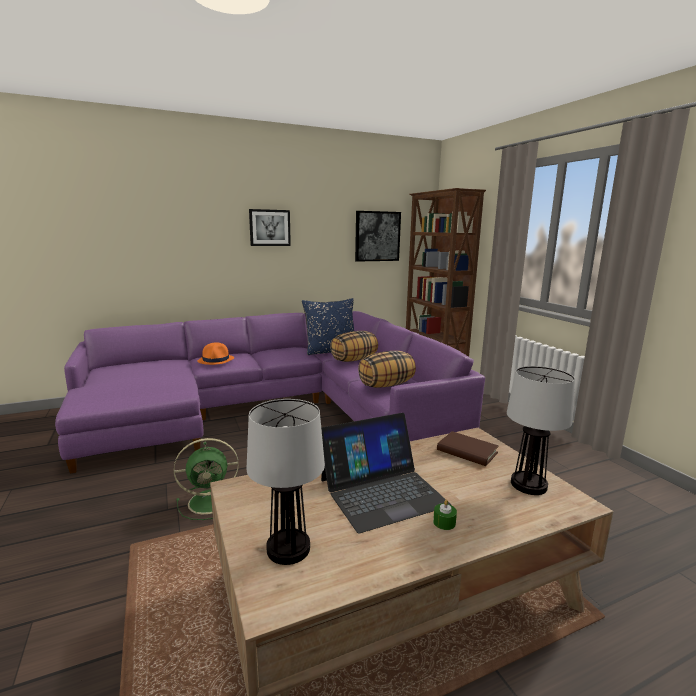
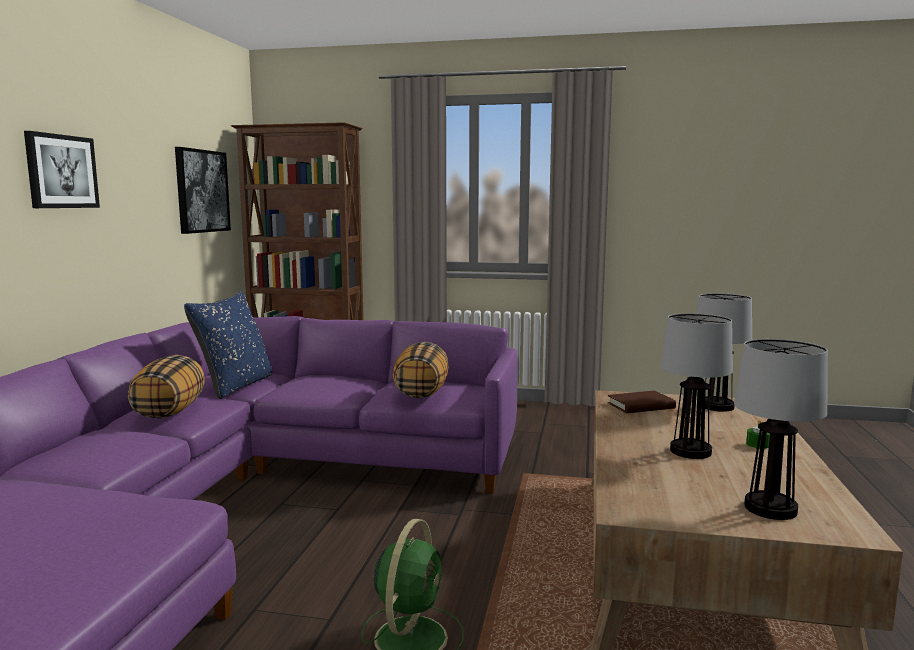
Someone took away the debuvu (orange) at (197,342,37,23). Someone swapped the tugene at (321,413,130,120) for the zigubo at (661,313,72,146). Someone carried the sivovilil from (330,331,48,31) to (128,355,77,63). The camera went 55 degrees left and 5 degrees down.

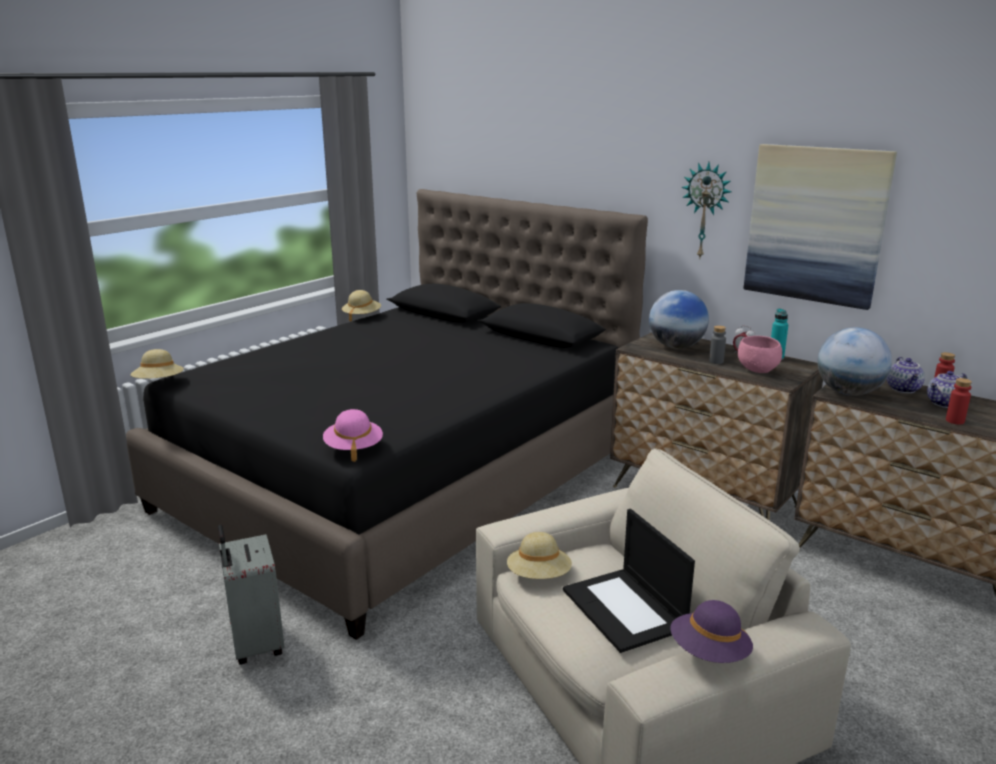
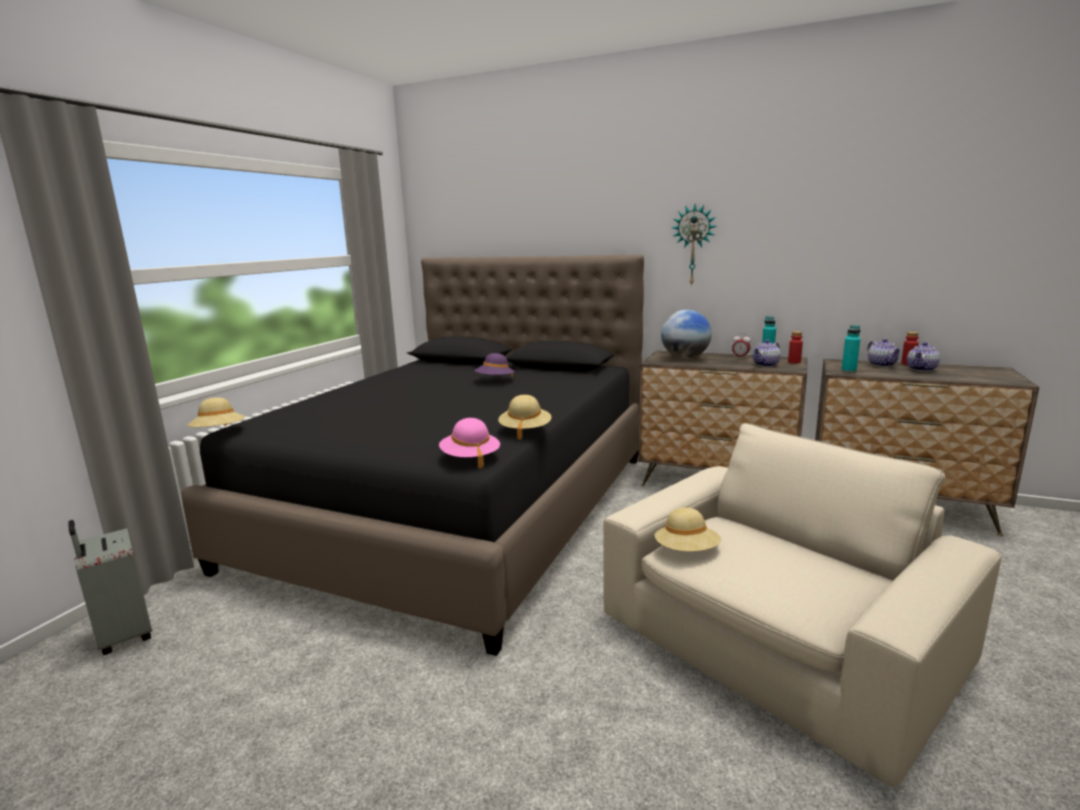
Someone carried the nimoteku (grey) from (218,525,66,140) to (69,520,83,135). Someone carried the debuvu (beige) from (342,290,39,32) to (498,395,53,45). Someone took away the tugene at (563,509,132,144). Someone carried the debuvu (purple) from (670,600,83,63) to (474,353,41,25). Someone took away the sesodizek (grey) at (709,325,17,39). Someone swapped the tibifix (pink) at (738,336,44,37) for the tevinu at (753,340,28,27). Someone took away the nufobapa at (744,144,153,166). Someone swapped the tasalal at (818,327,74,69) for the sesodizek (turquoise) at (842,325,18,47). Someone carried the sesodizek (red) from (946,378,26,47) to (788,331,15,33). The camera went 15 degrees left and 5 degrees down.

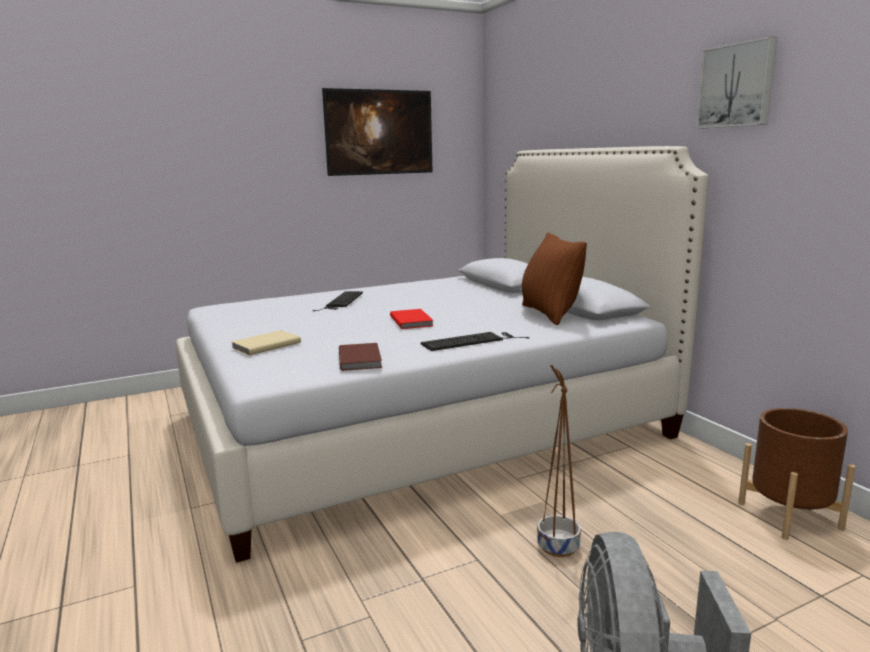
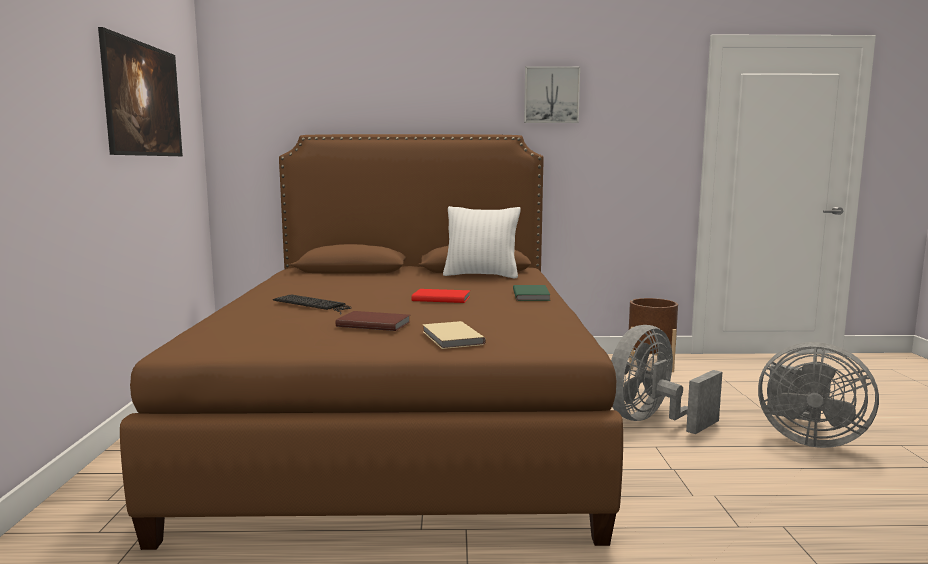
Someone repainted the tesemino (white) at (176,146,533,417), which became the tesemino (brown) at (120,134,503,416). Someone carried the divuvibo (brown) from (339,343,43,28) to (336,311,75,20). Someone swapped the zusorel at (421,332,109,19) for the divuvibo (green) at (513,285,38,16). Someone repainted the sivovilil (brown) at (522,233,65,92), which became the sivovilil (white) at (443,206,78,72). Someone swapped the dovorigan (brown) at (537,365,44,192) for the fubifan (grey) at (611,325,111,109). The camera went 65 degrees left and 5 degrees down.

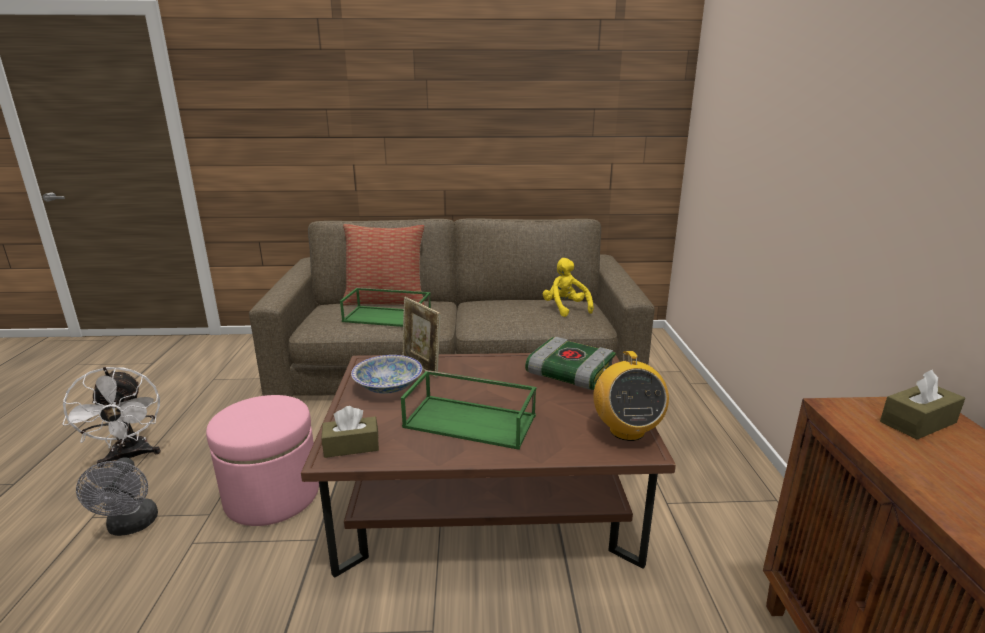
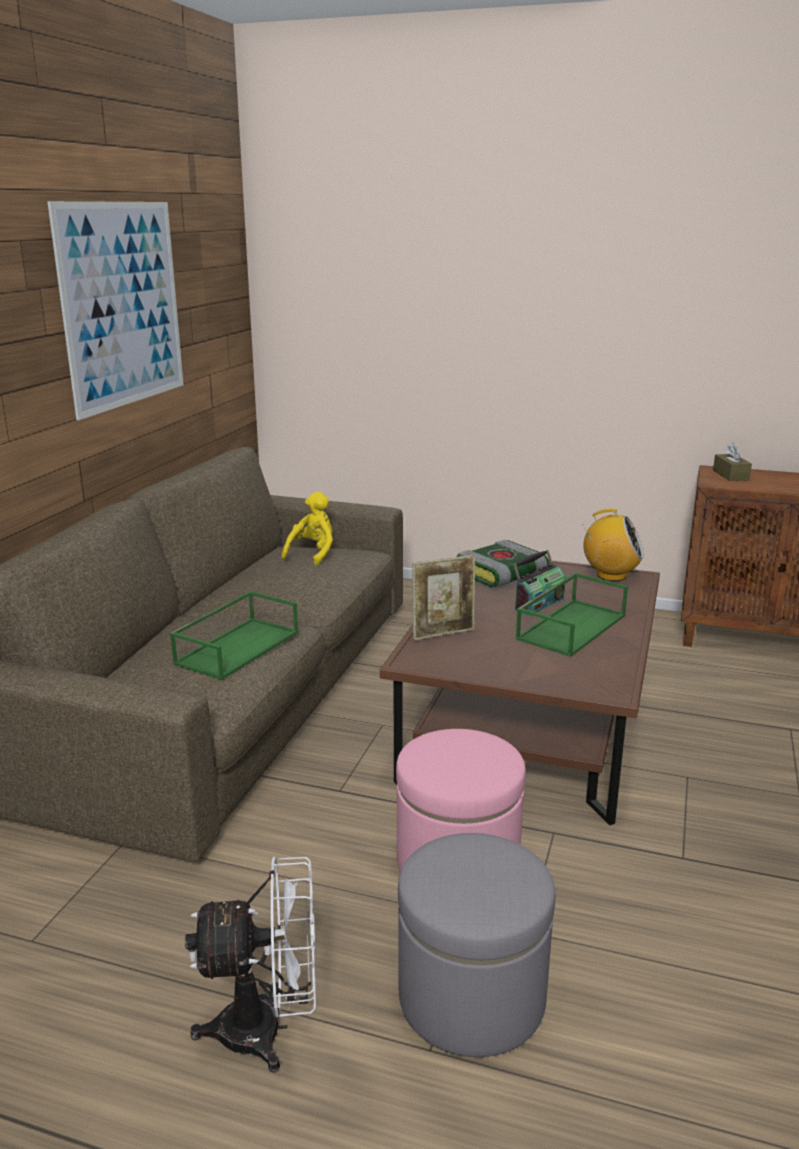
Someone swapped the fubifan (grey) at (76,457,82,79) for the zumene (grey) at (398,833,157,224). Someone took away the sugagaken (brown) at (321,406,58,52). Someone took away the sivovilil at (343,224,82,82). Someone took away the tibifix at (351,355,71,39). Someone rotated the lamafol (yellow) at (543,258,51,59) by 120 degrees clockwise. Someone put up the nufobapa at (47,201,136,219). Someone put down the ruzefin at (513,550,53,66). The camera went 70 degrees left and 0 degrees up.

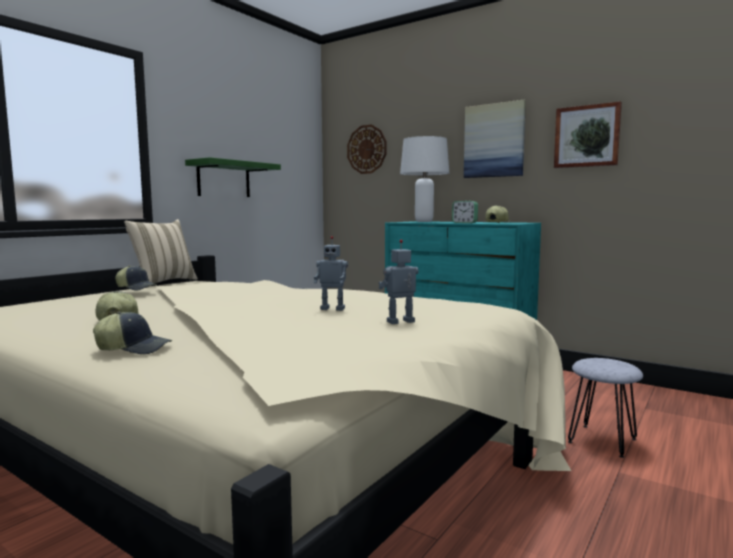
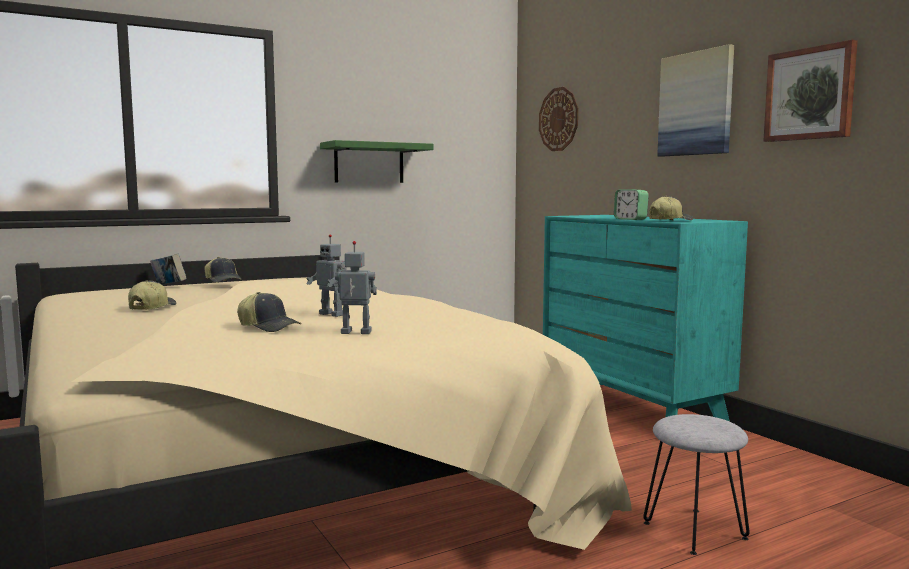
Someone carried the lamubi from (93,312,79,42) to (237,292,64,40). Someone took away the sivovilil (beige) at (124,219,74,69). Someone took away the zigubo (white) at (400,136,49,86). Someone put down the divuvibo at (150,254,37,30). The camera went 25 degrees right and 0 degrees up.

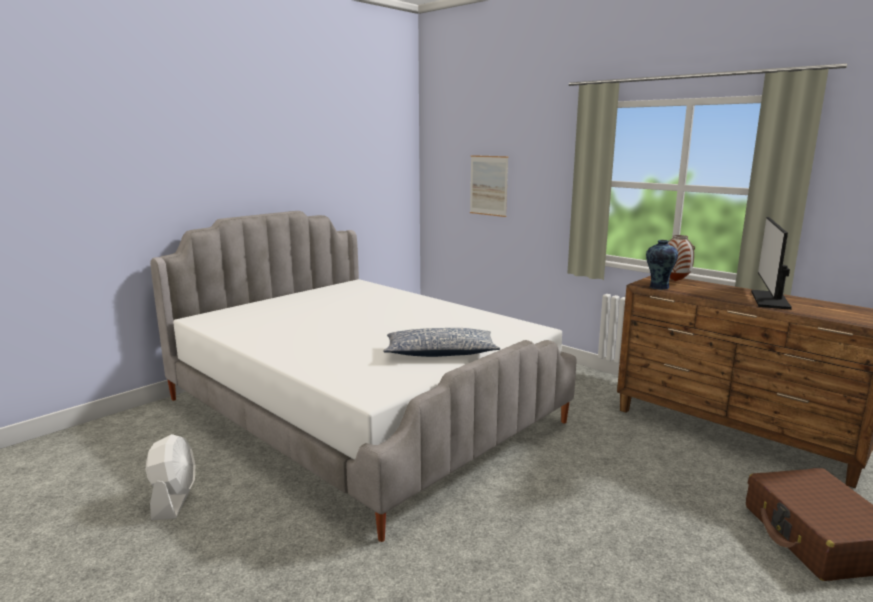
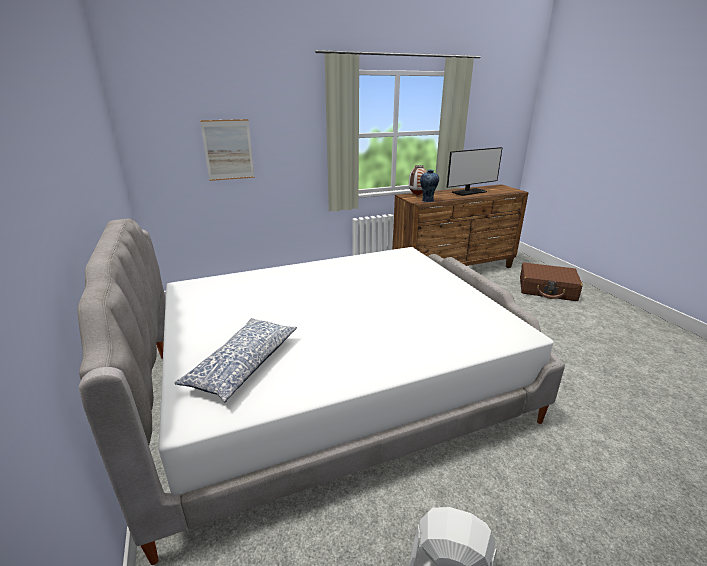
Someone carried the sivovilil from (384,328,116,29) to (175,318,122,84). Someone rotated the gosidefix at (751,217,41,93) by 75 degrees counterclockwise. The camera went 65 degrees left and 10 degrees up.

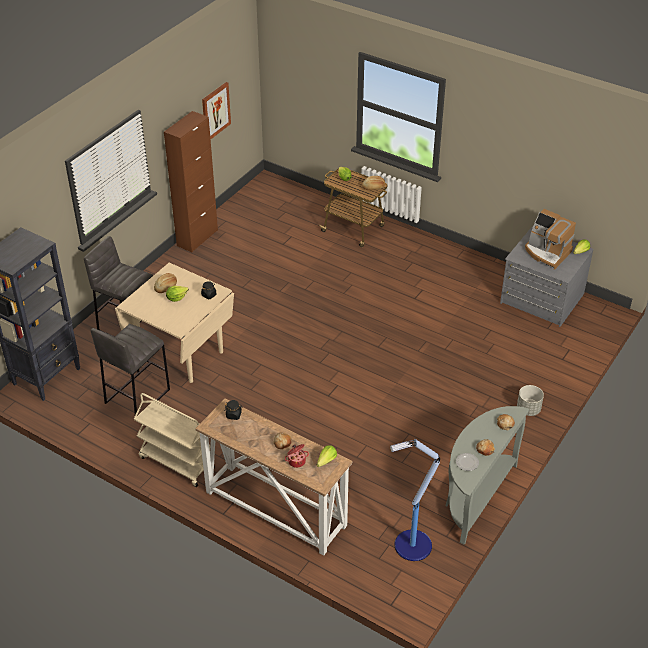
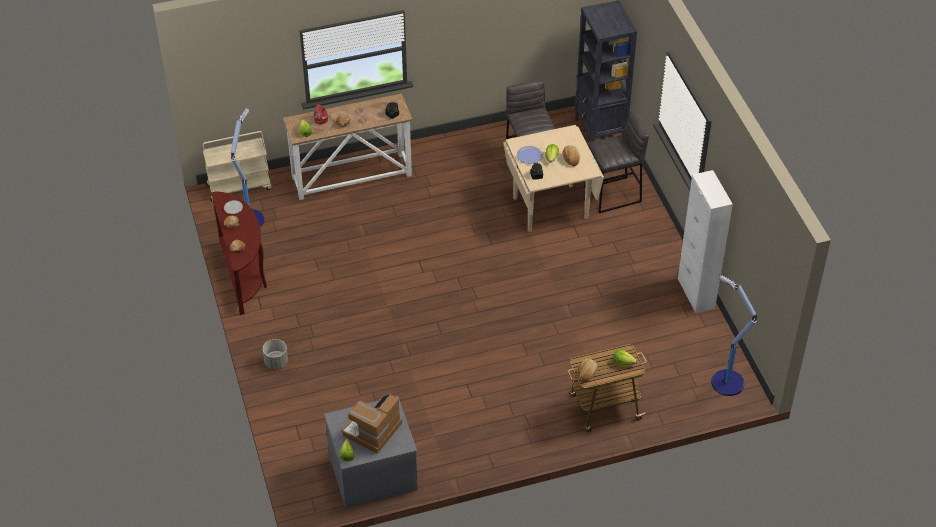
Someone carried the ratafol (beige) from (134,393,81,94) to (203,131,68,71). Someone repainted the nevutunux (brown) at (164,111,54,141), which became the nevutunux (white) at (678,170,55,143). Someone took away the nufobapa at (202,82,29,57). Someone repainted the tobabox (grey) at (445,406,84,139), which became the tobabox (brown) at (211,191,56,124). Someone rotated the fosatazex at (525,209,51,61) by 45 degrees counterclockwise. Someone put down the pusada at (517,146,26,18). Someone put down the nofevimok at (711,275,46,121). The camera went 130 degrees right and 5 degrees up.

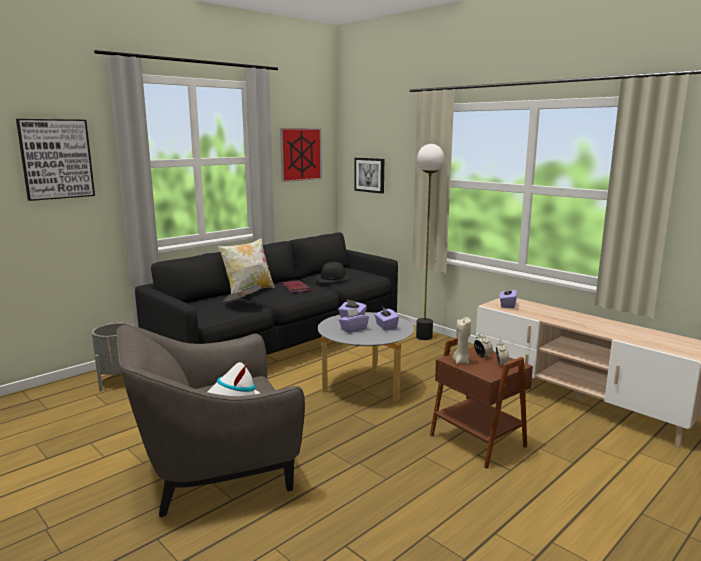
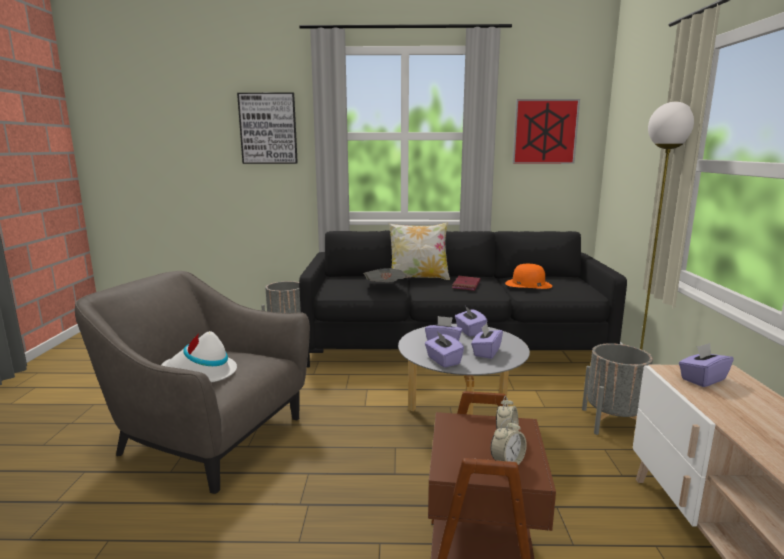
Someone repainted the debuvu (black) at (316,262,35,20), which became the debuvu (orange) at (505,264,47,25). Someone took away the nufobapa at (354,158,30,36). Someone took away the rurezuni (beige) at (452,317,19,47). Someone put down the sugagaken (purple) at (425,332,39,36). Someone put down the dovorigan (grey) at (582,343,71,92). The camera went 45 degrees right and 0 degrees up.

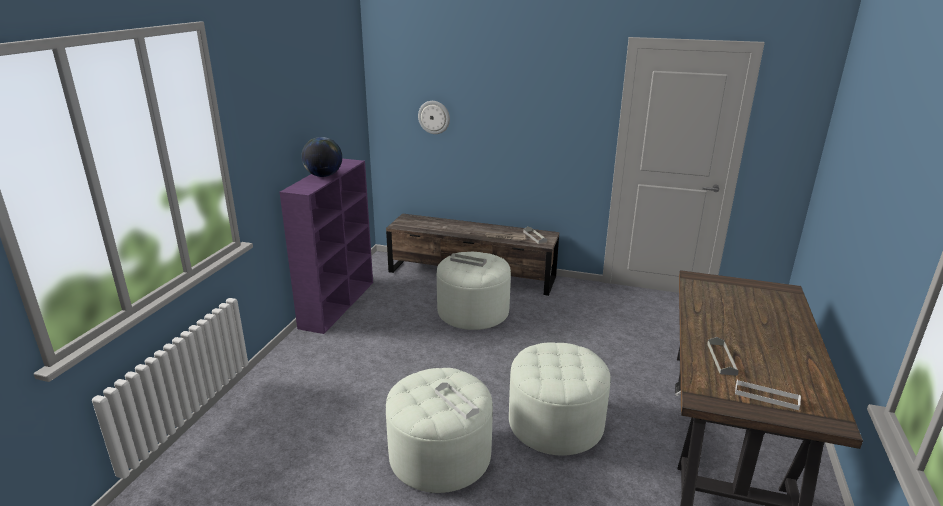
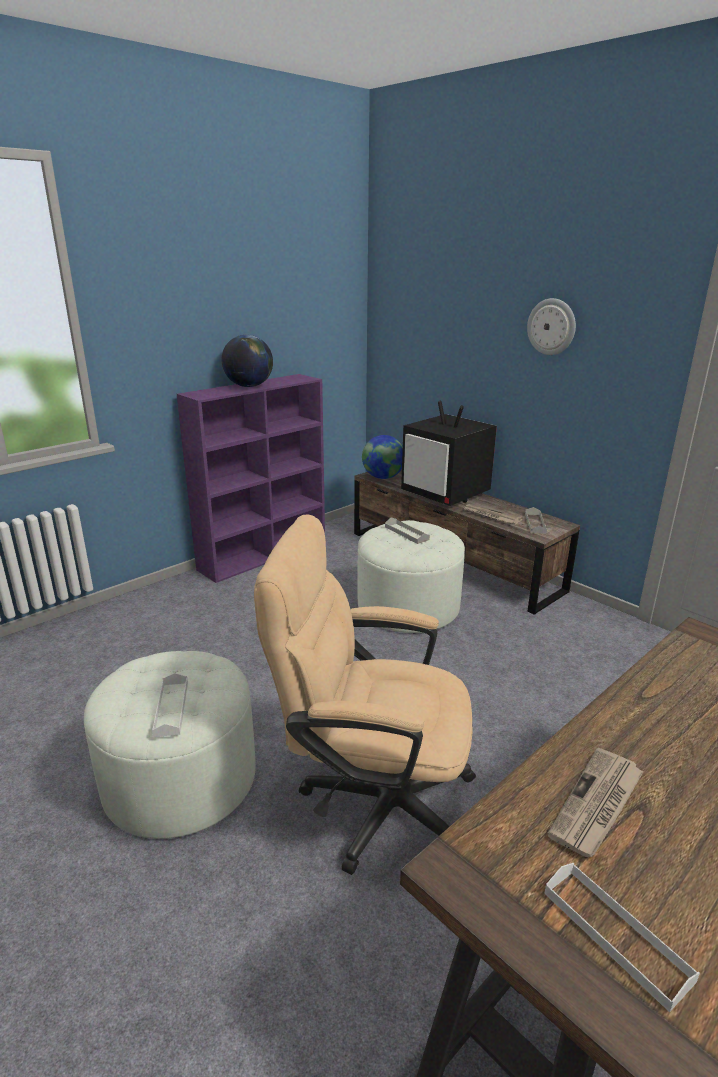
Someone carried the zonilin from (418,101,32,33) to (527,298,49,57). Someone swapped the zumene (white) at (509,342,101,114) for the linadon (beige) at (254,514,222,361). Someone swapped the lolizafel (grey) at (707,337,32,39) for the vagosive at (547,748,97,109). Someone put down the tasalal at (362,435,41,44). Someone put down the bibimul at (401,401,96,105). The camera went 30 degrees right and 0 degrees up.

